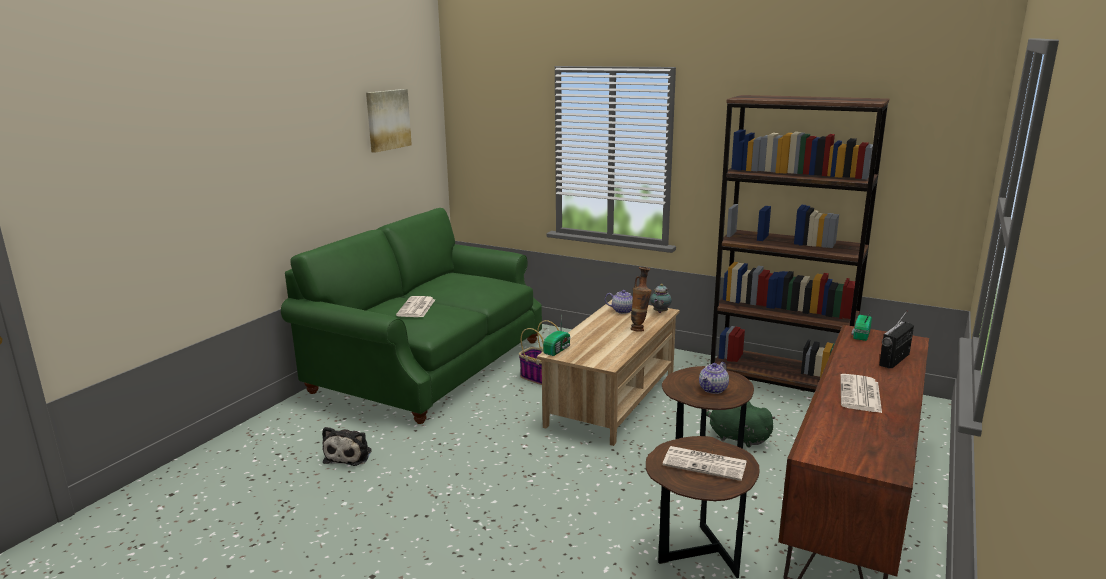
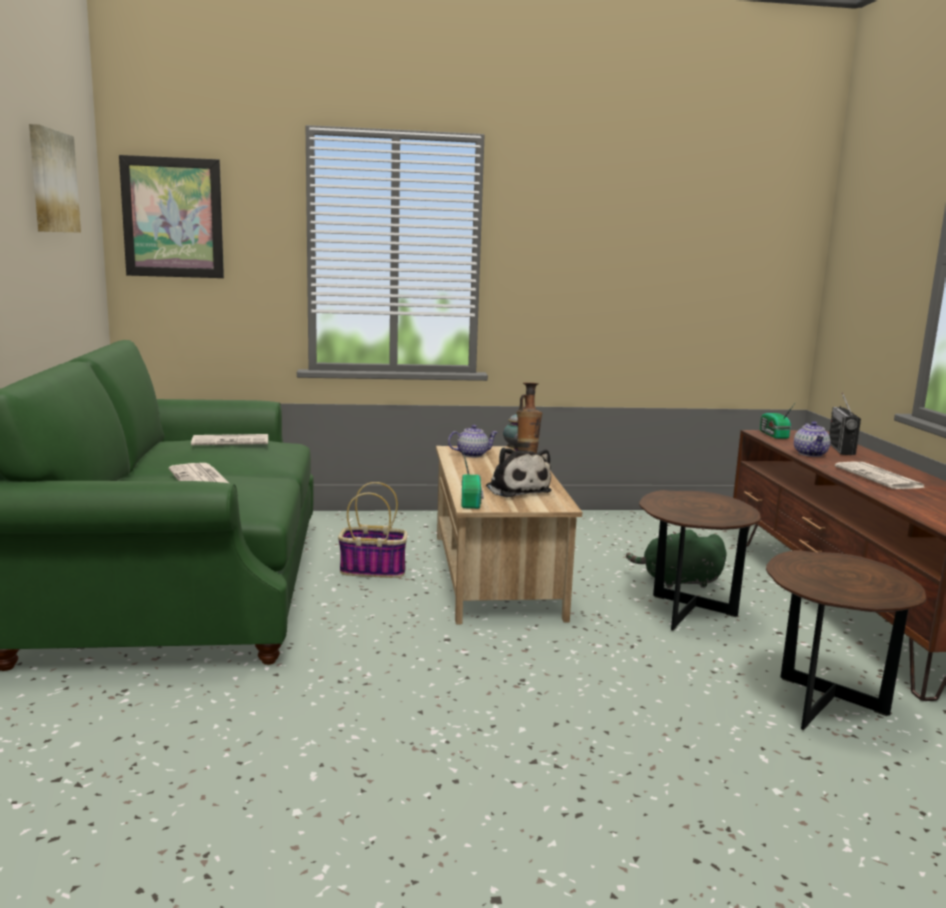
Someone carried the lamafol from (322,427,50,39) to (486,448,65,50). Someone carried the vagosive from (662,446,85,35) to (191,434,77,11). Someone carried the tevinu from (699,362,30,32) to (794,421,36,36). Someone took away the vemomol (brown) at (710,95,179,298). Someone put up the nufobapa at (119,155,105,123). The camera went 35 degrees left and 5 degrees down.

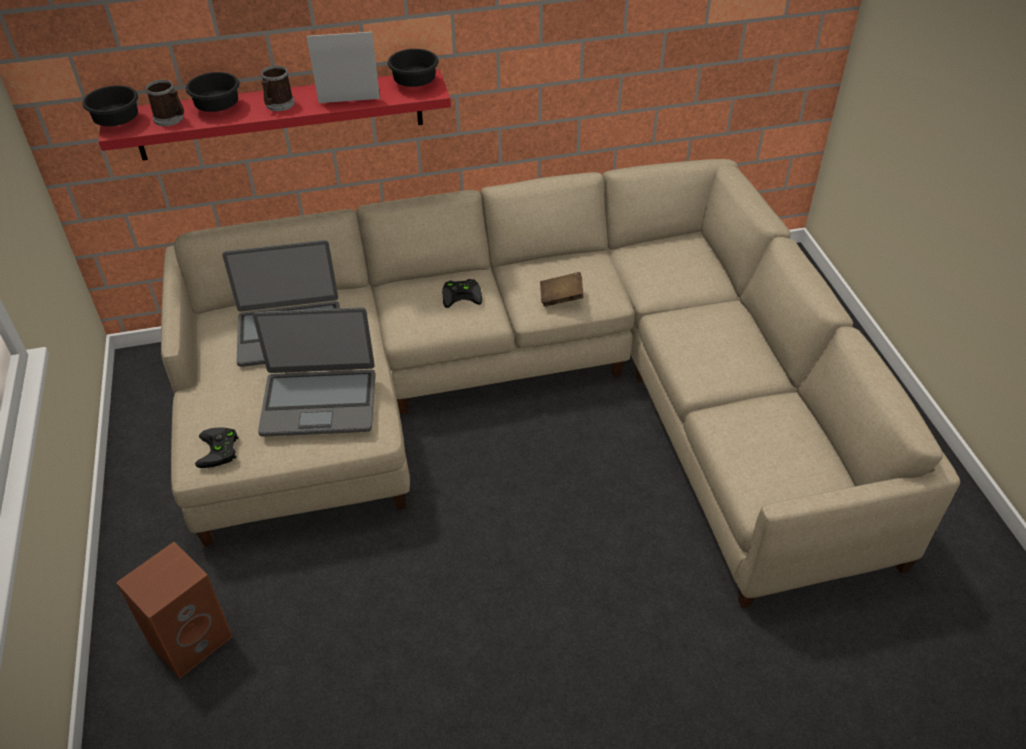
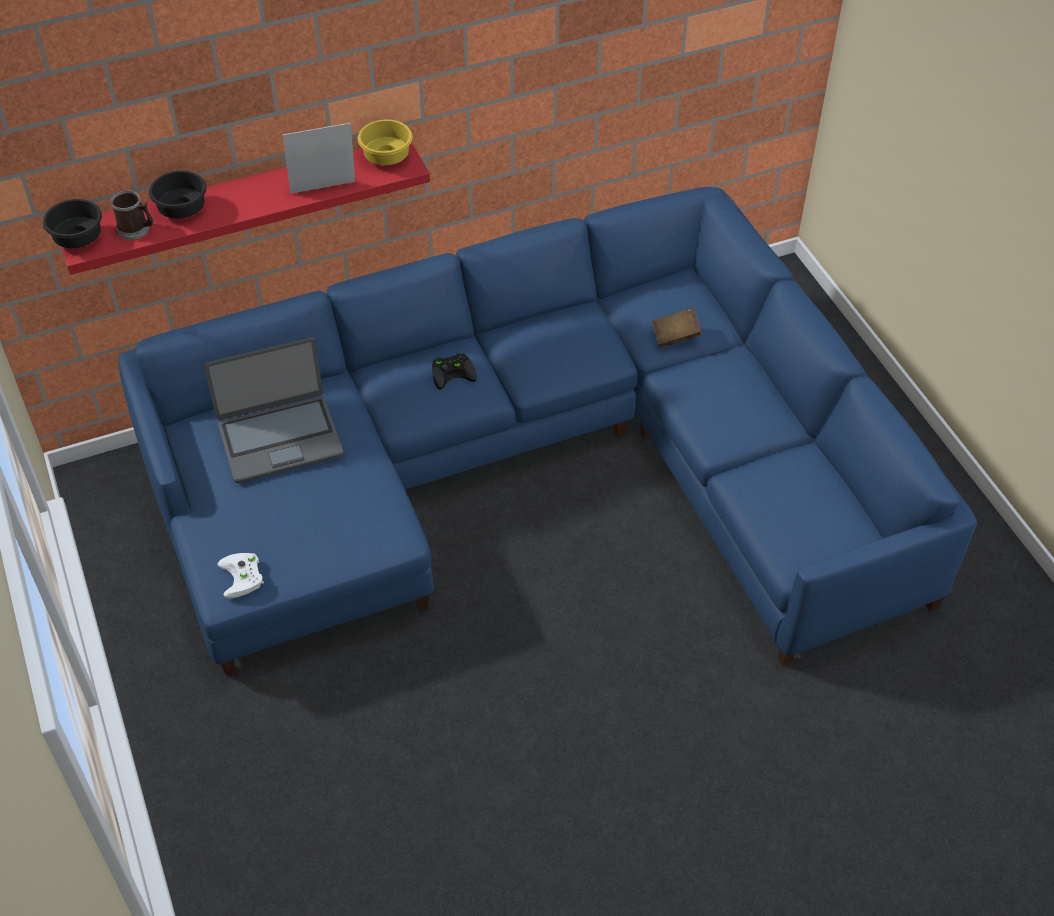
Someone took away the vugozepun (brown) at (116,542,117,136). Someone repainted the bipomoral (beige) at (161,159,799,449), which became the bipomoral (blue) at (118,187,859,489). Someone repainted the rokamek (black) at (195,427,43,41), which became the rokamek (white) at (217,553,47,46). Someone took away the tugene at (253,307,122,130). Someone took away the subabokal at (261,65,34,46). Someone repainted the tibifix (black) at (388,49,51,38), which became the tibifix (yellow) at (358,120,55,45). Someone carried the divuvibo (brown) from (540,272,44,35) to (652,307,50,41). The camera went 10 degrees left and 5 degrees up.

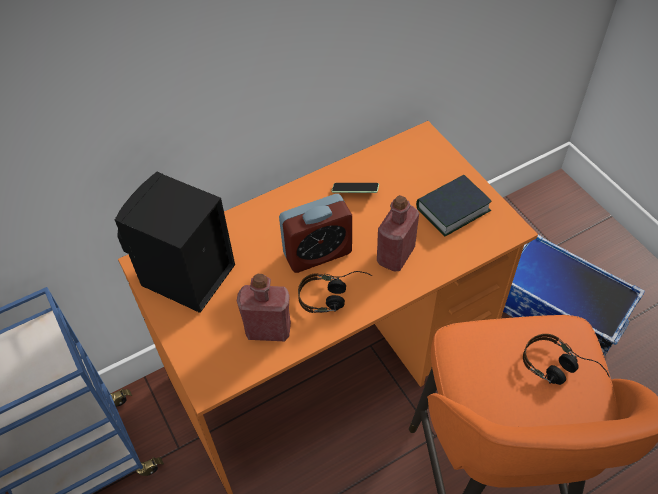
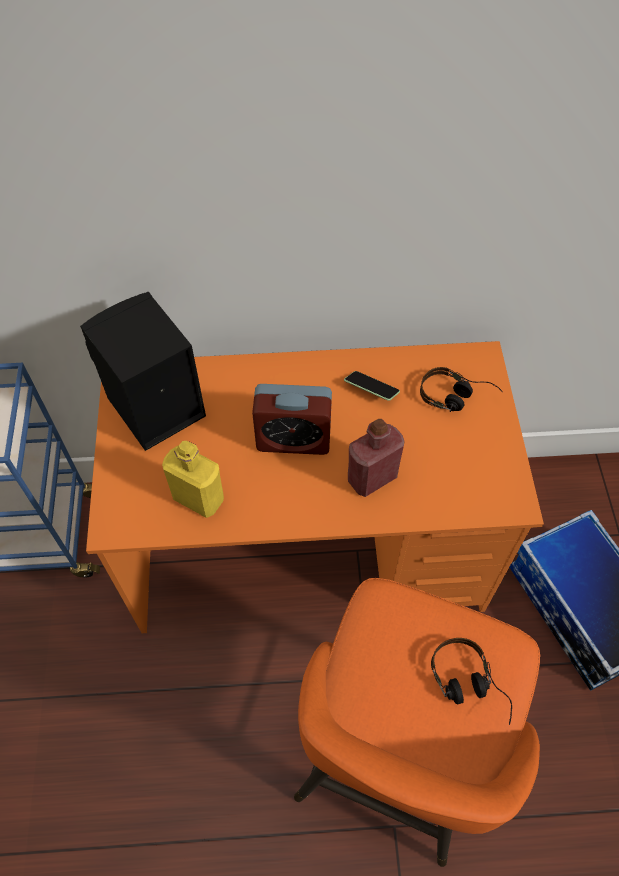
Someone repainted the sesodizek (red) at (237,274,54,68), which became the sesodizek (yellow) at (162,441,62,77). Someone carried the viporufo from (298,271,74,42) to (420,367,83,45). Someone took away the divuvibo at (416,175,76,61). The camera went 25 degrees right and 5 degrees up.

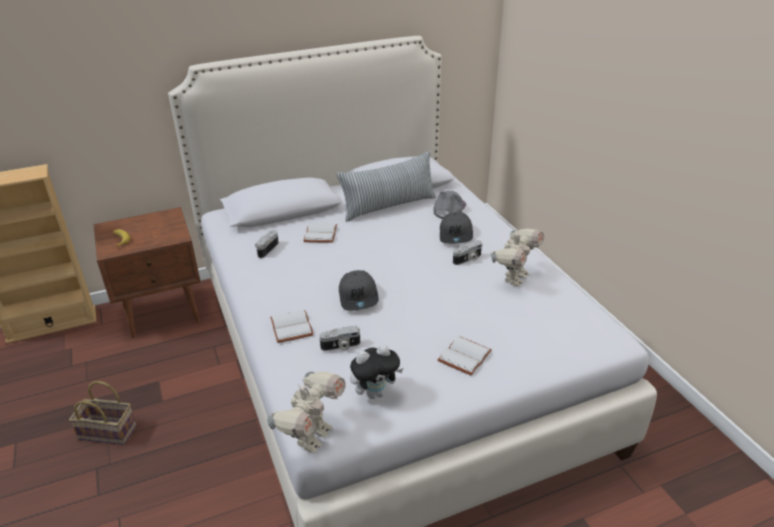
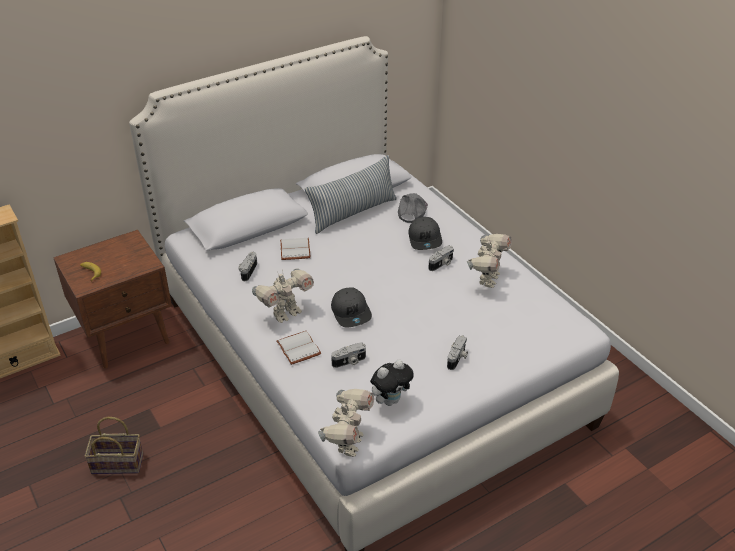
Someone swapped the divuvibo (white) at (438,336,54,40) for the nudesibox at (447,335,21,35). Someone put down the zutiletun at (252,269,62,54). The camera went 10 degrees left and 5 degrees up.

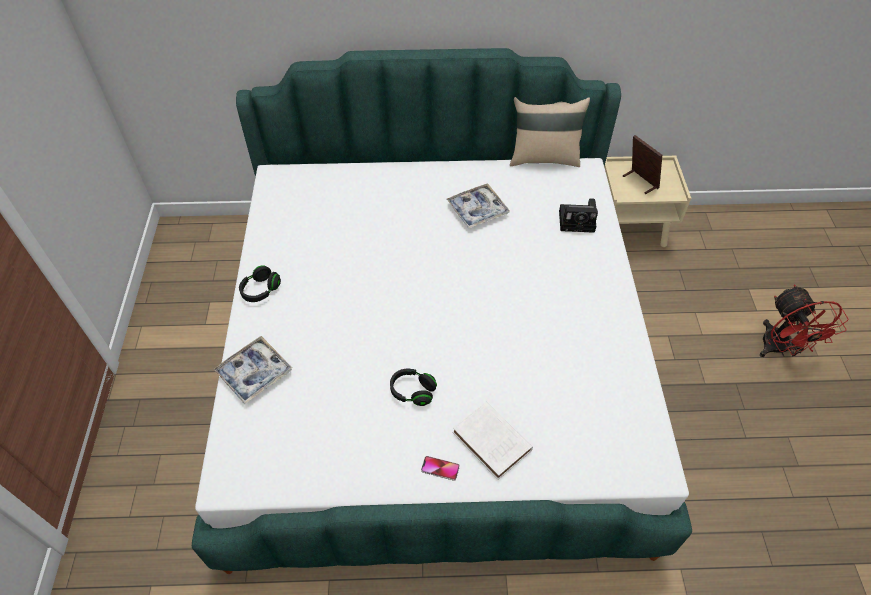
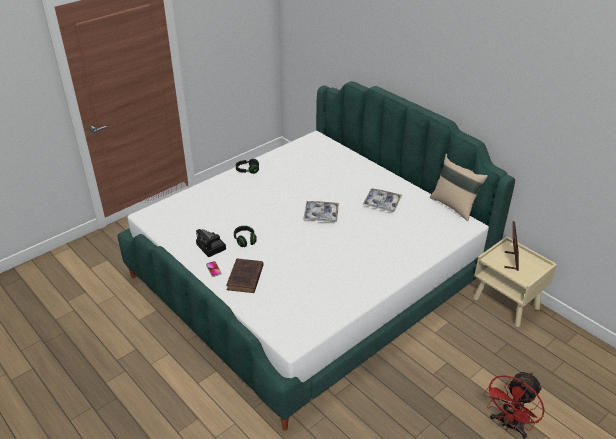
Someone carried the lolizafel from (214,336,78,68) to (303,201,36,21). Someone repainted the divuvibo (white) at (452,402,81,78), which became the divuvibo (brown) at (226,258,38,35). Someone carried the nudesibox from (559,198,39,35) to (196,229,30,28). The camera went 50 degrees right and 15 degrees down.

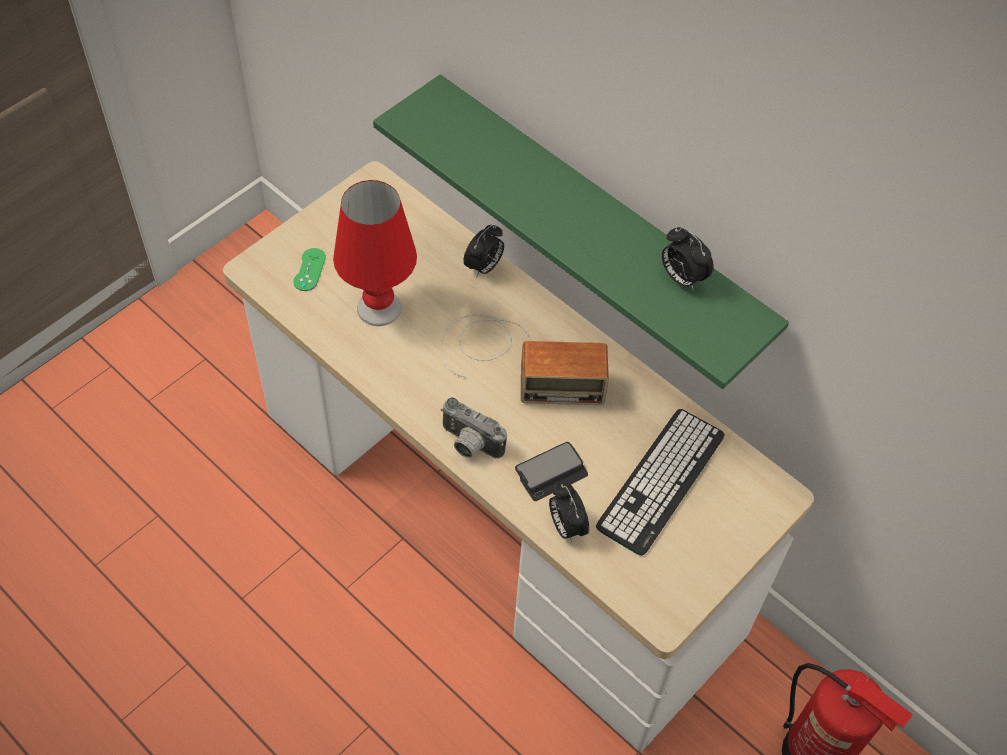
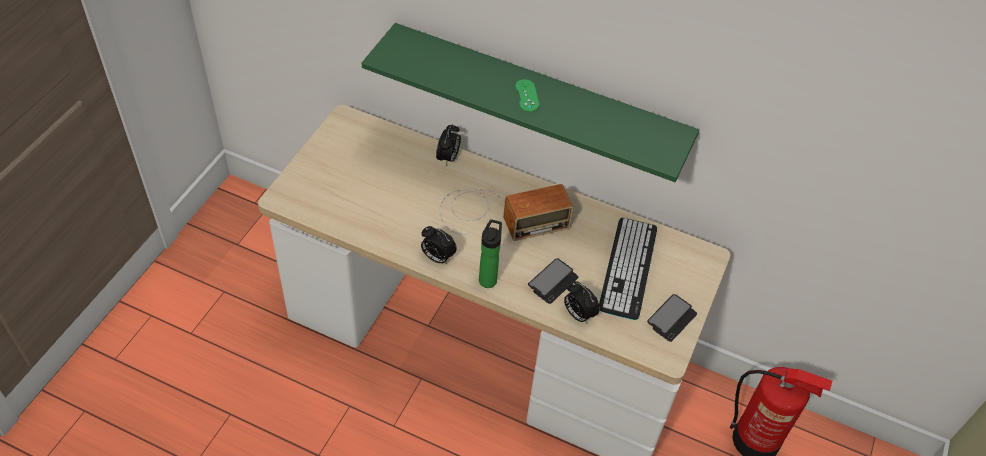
Someone carried the rokamek (green) from (293,248,33,43) to (515,79,24,33). Someone took away the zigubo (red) at (333,180,84,146). Someone swapped the nudesibox at (441,397,66,61) for the sesodizek at (479,219,23,69). Someone carried the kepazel from (662,227,52,64) to (421,226,36,38). Someone put down the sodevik at (647,294,50,48). The camera went 20 degrees left and 5 degrees down.

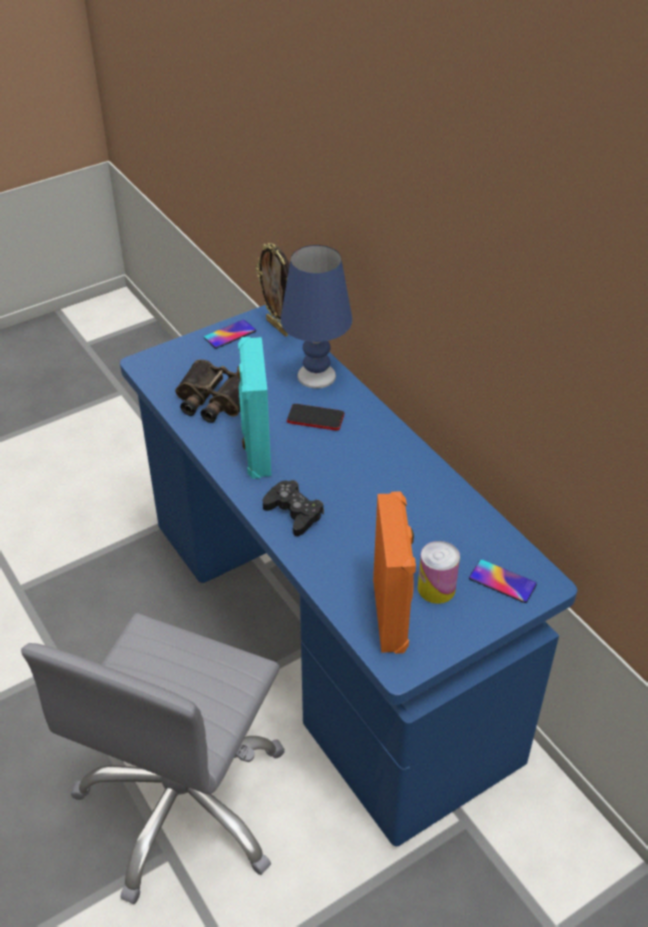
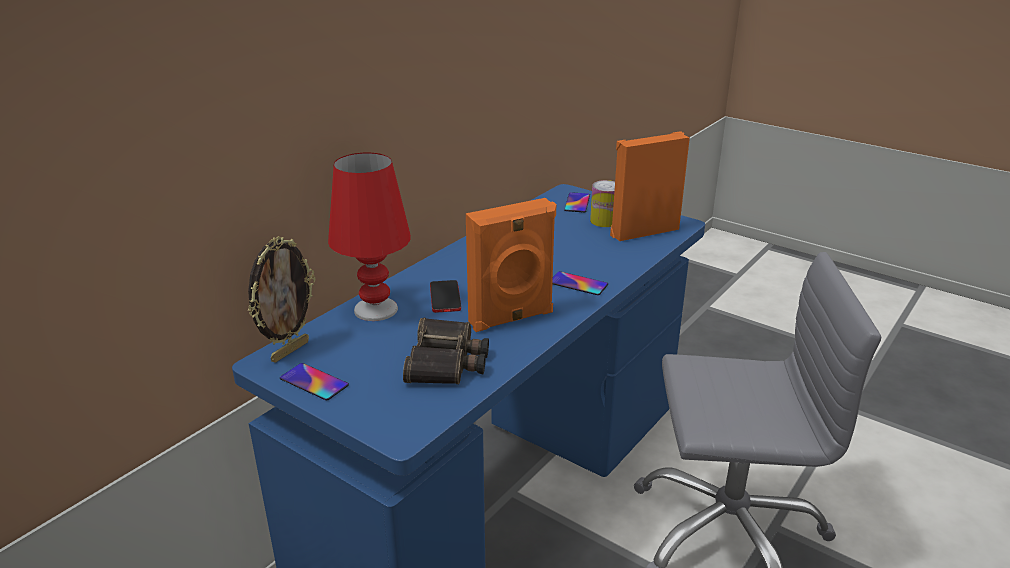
Someone repainted the vugozepun (turquoise) at (237,337,34,142), which became the vugozepun (orange) at (466,198,90,134). Someone swapped the rokamek (black) at (263,480,61,56) for the sodevik at (552,271,56,24). Someone repainted the zigubo (blue) at (280,245,72,144), which became the zigubo (red) at (328,153,83,168). The camera went 110 degrees left and 15 degrees down.

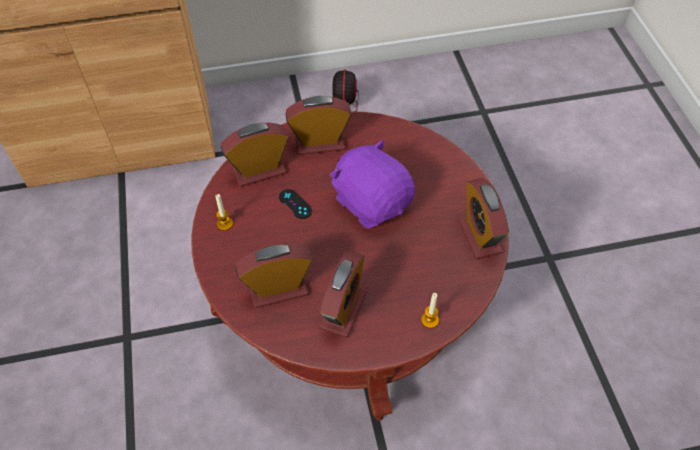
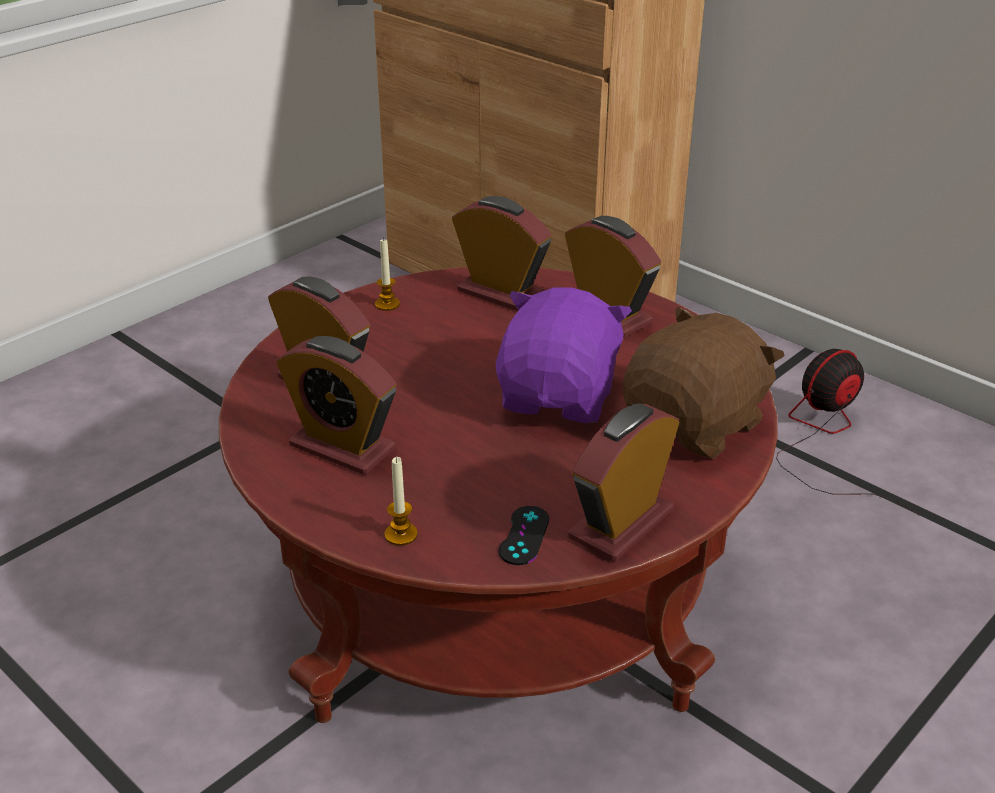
Someone carried the rokamek (black) from (279,189,33,30) to (499,506,50,59). Someone rotated the kepazel at (319,250,48,88) by 45 degrees clockwise. Someone put down the lamafol (brown) at (623,307,162,152). The camera went 55 degrees right and 20 degrees down.

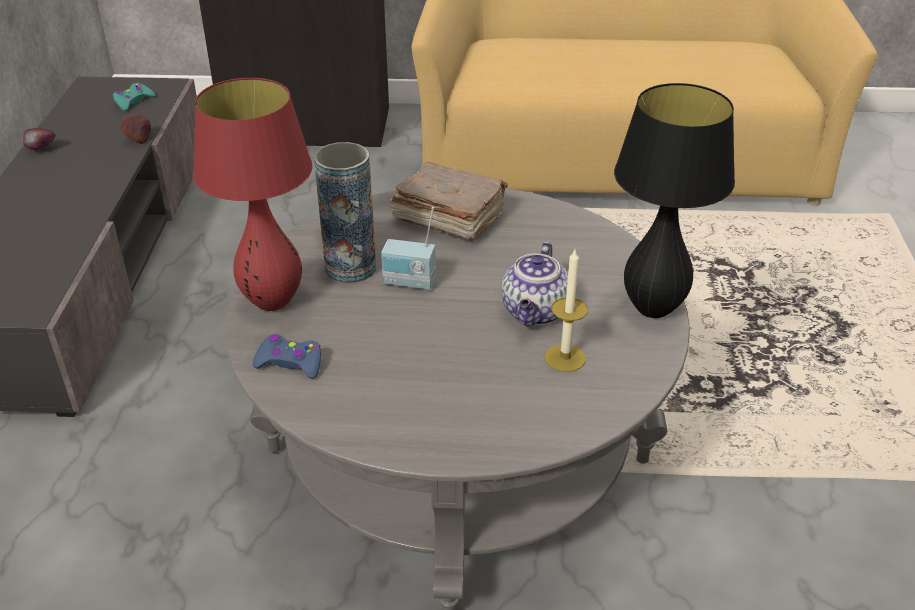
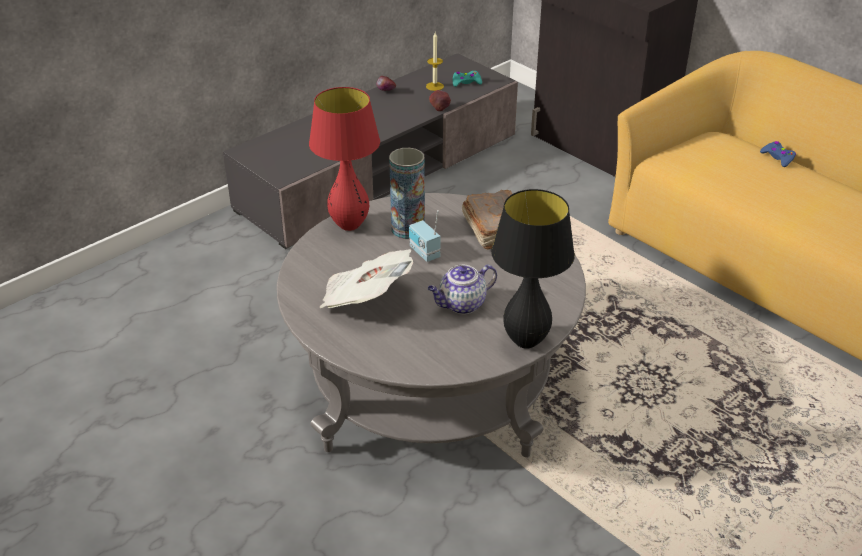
Someone carried the rokamek (blue) from (253,334,68,45) to (760,141,36,26). Someone carried the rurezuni from (545,250,43,122) to (426,32,18,59). Someone put down the vagosive at (320,249,93,59). The camera went 45 degrees right and 0 degrees up.

